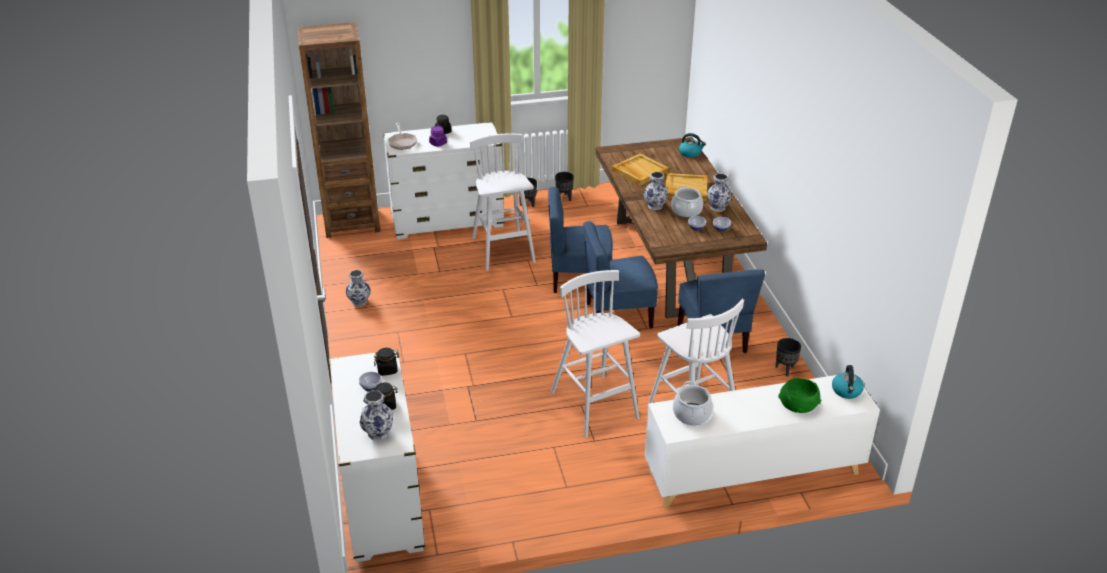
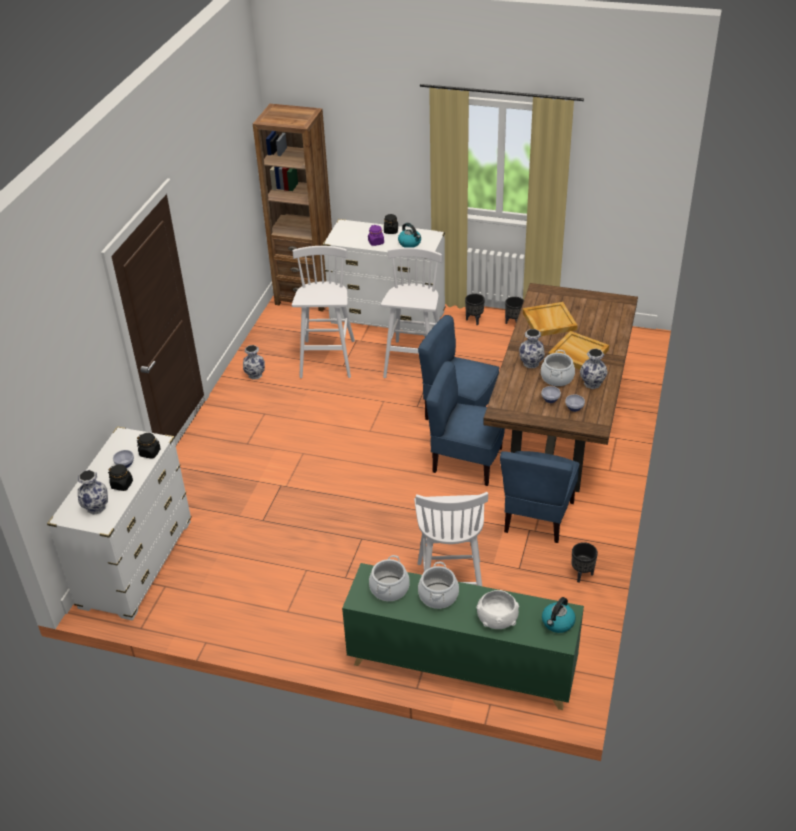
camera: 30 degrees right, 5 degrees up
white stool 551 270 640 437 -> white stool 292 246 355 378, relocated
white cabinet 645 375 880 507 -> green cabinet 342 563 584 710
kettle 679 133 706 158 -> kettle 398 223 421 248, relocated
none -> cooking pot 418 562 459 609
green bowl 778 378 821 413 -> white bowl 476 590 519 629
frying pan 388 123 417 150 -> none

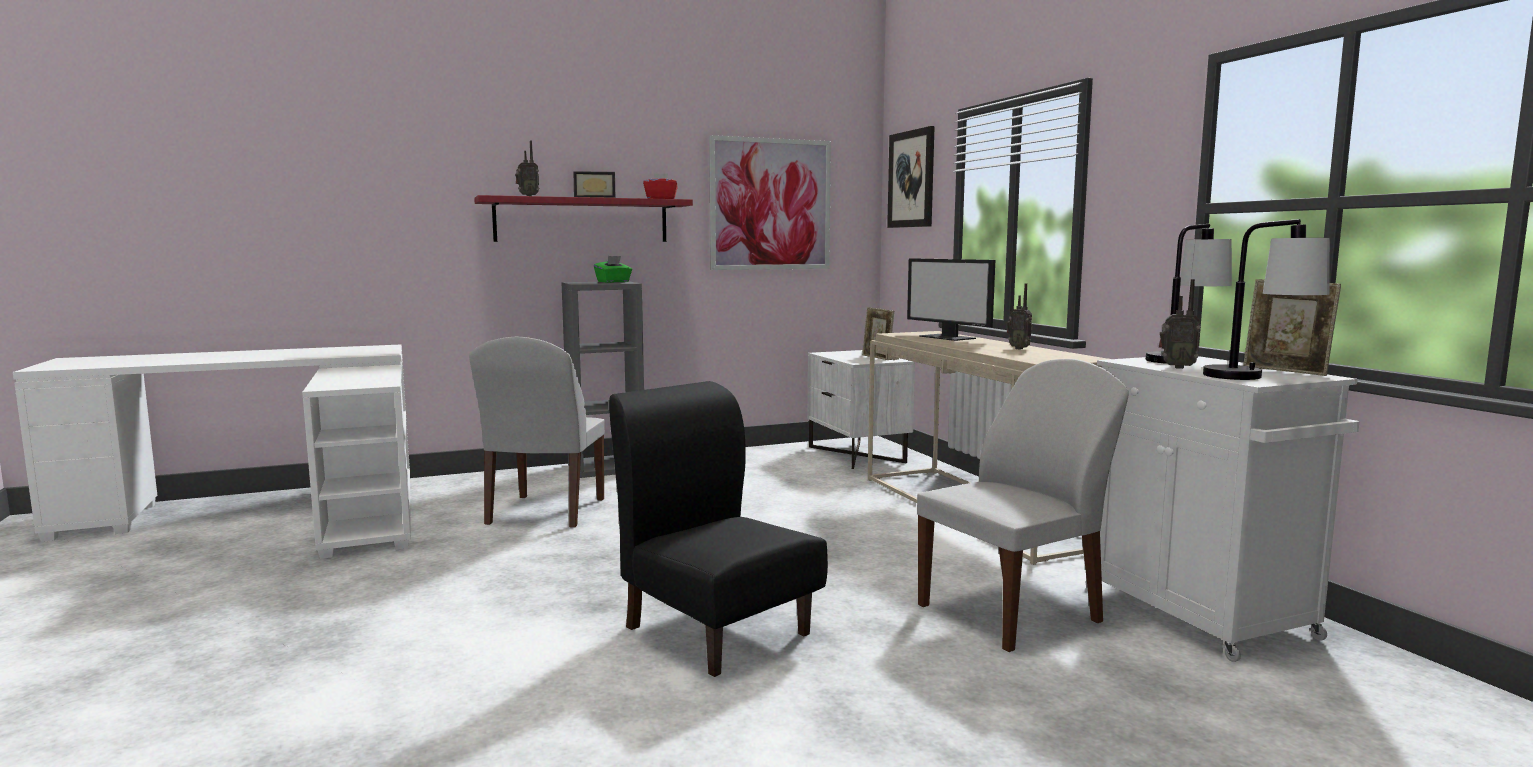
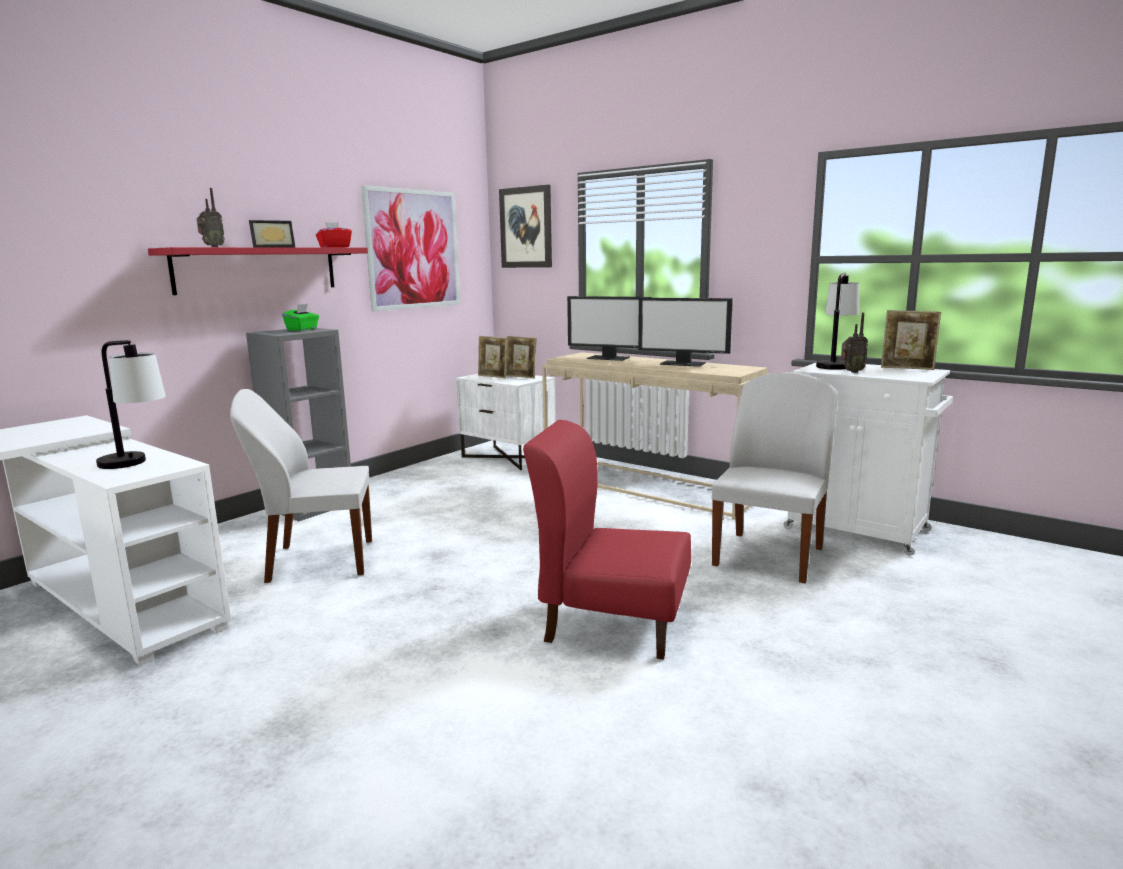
camera: 30 degrees left, 5 degrees up
table lamp 1203 219 1330 380 -> table lamp 96 340 166 469, relocated
white chair 469 337 605 528 -> white chair 230 389 372 583, 105 degrees clockwise
none -> picture frame 478 336 507 378
black chair 609 381 828 677 -> red chair 523 420 691 660
radio 1007 283 1033 350 -> monitor 638 298 733 367

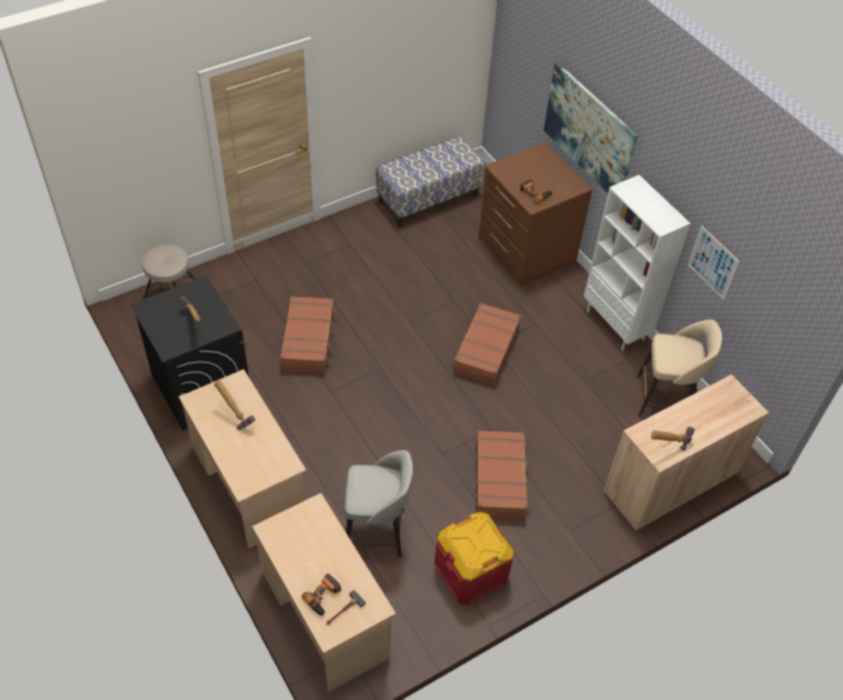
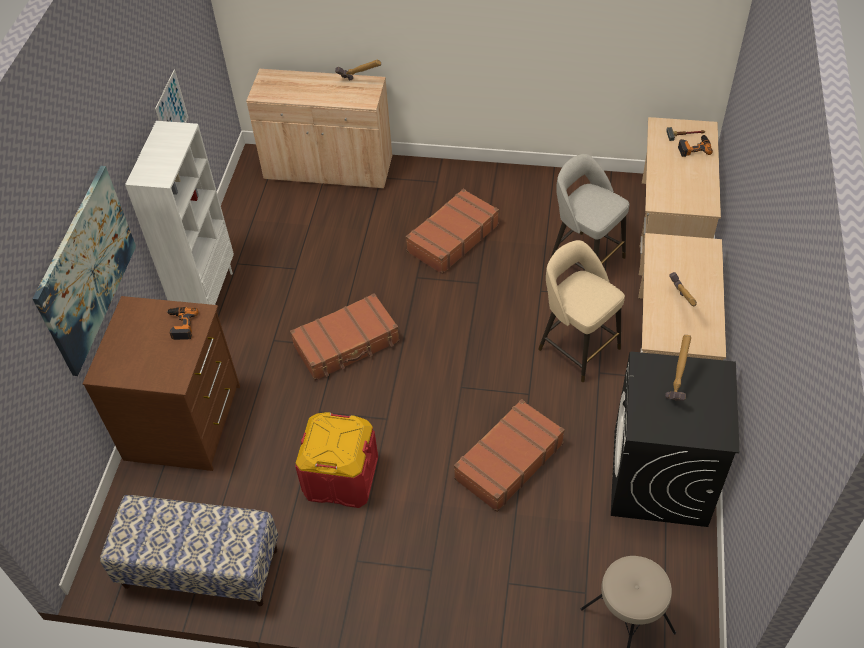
camera: 135 degrees left, 0 degrees up
red storage box 434 512 514 605 -> red storage box 295 412 378 508, relocated
beige stool 637 320 722 417 -> beige stool 538 240 625 382, relocated

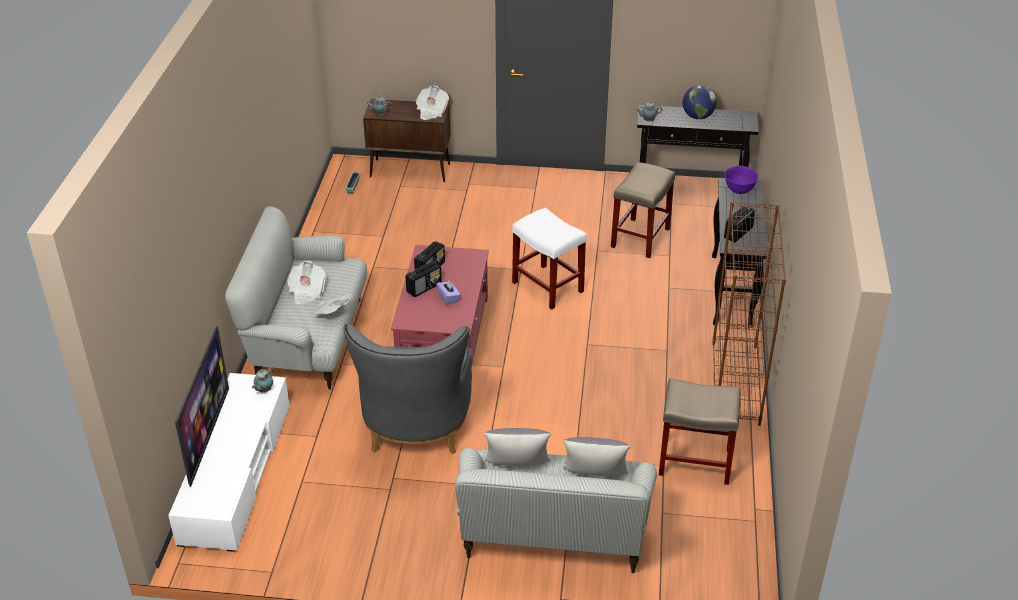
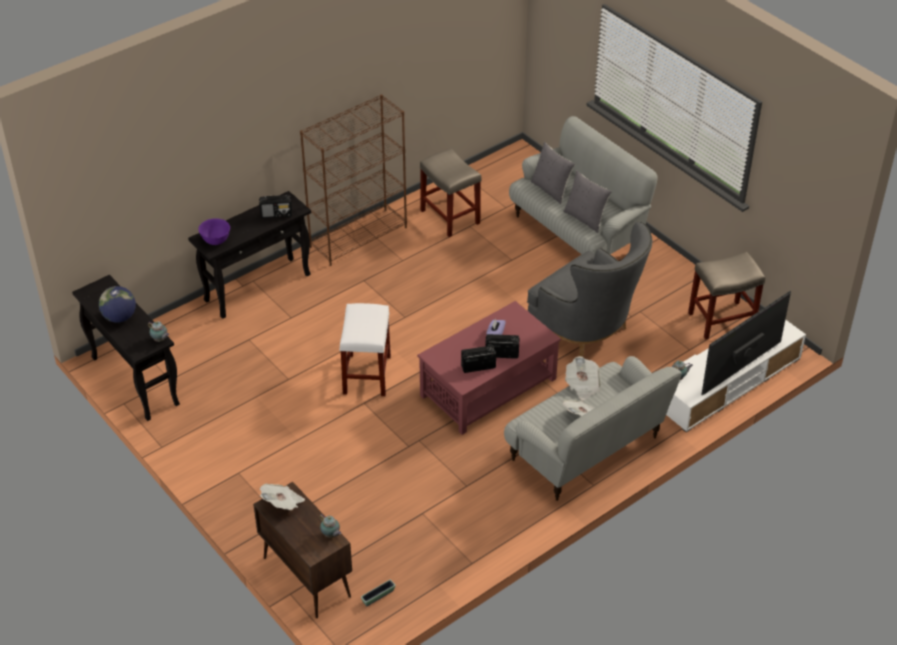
camera: 135 degrees left, 5 degrees up
grey armchair 344 324 472 454 -> grey armchair 527 222 652 357, 90 degrees clockwise
beige stool 611 162 675 258 -> beige stool 688 252 765 339, relocated

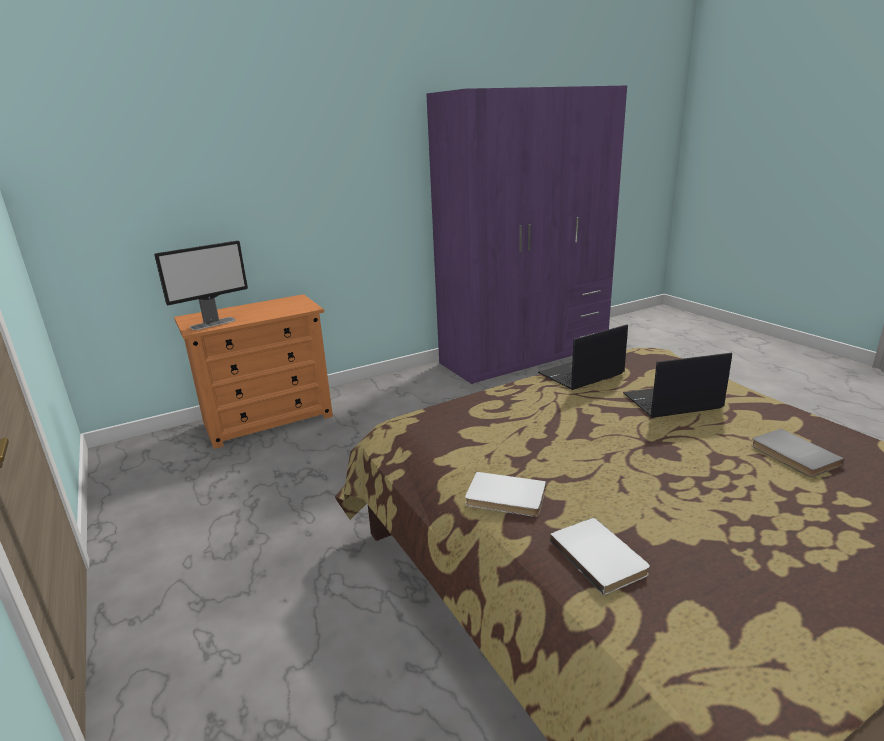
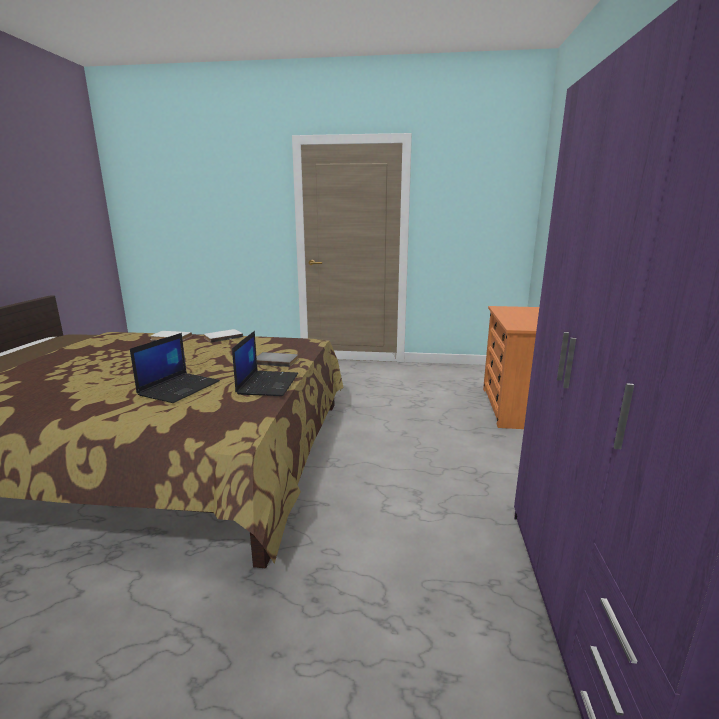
camera: 125 degrees right, 5 degrees down
grey book 751 429 844 477 -> grey book 257 352 298 367, relocated
monitor 154 240 248 330 -> none

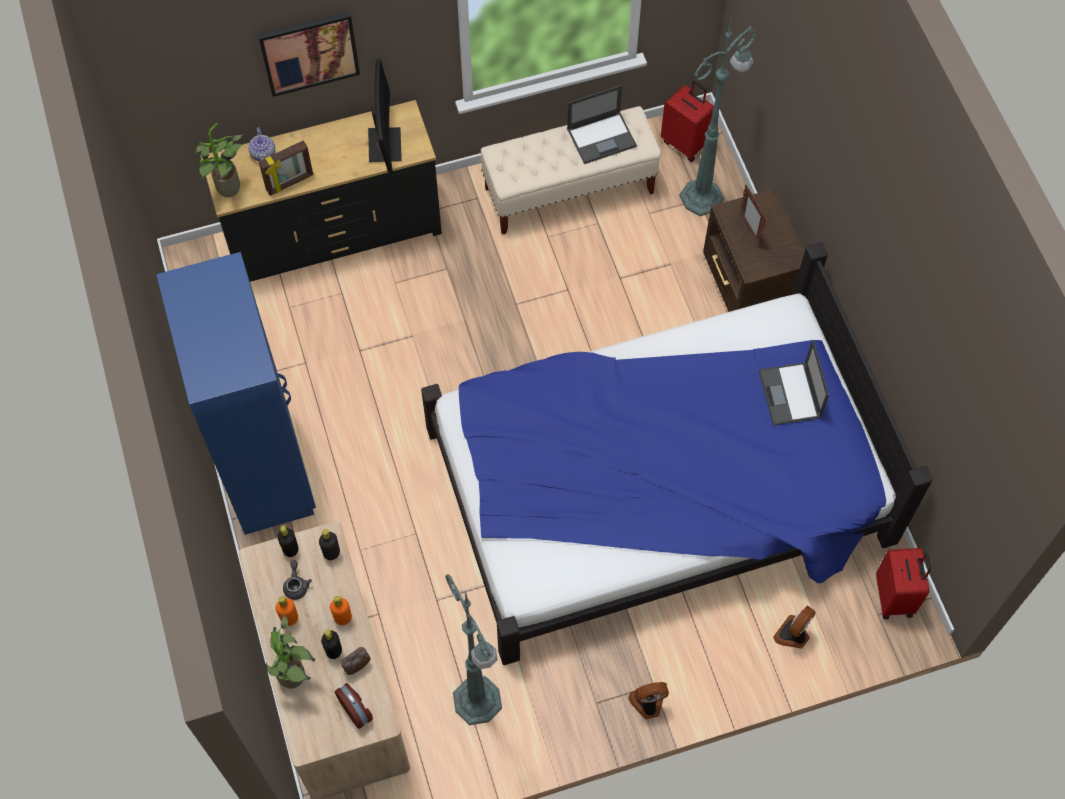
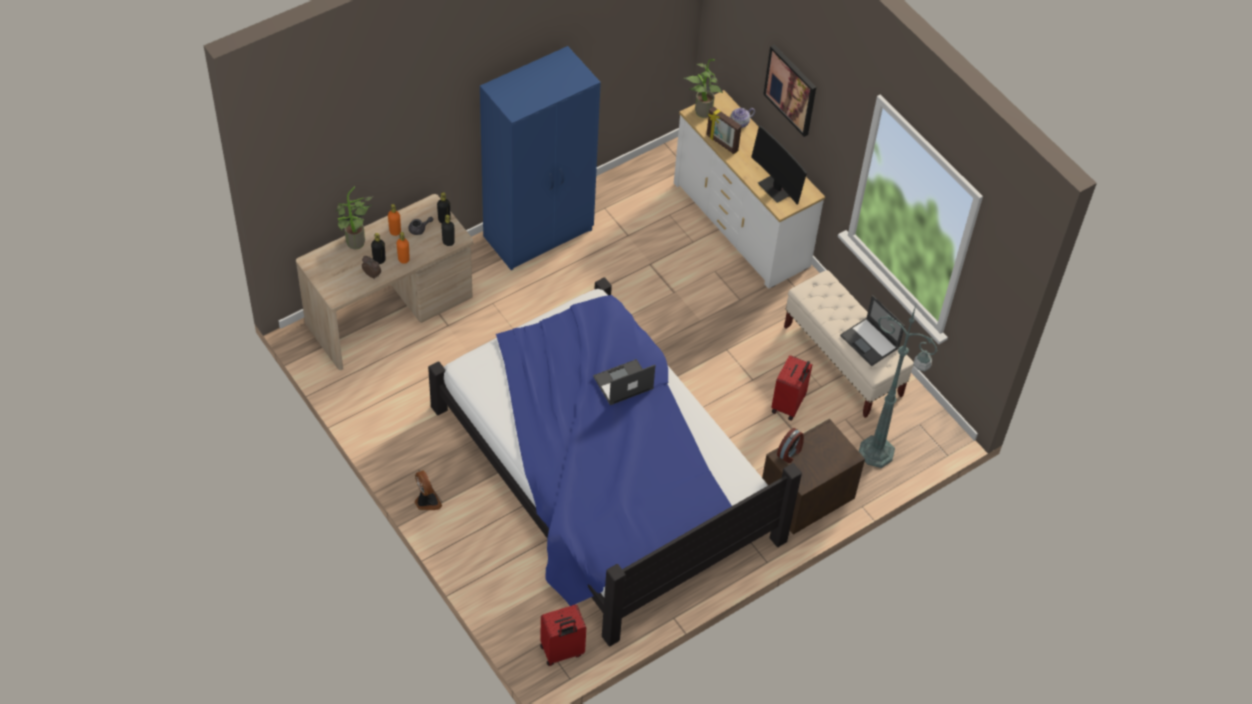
camera: 70 degrees right, 10 degrees down
laptop 759 340 829 426 -> laptop 593 359 655 405, relocated
black dresser 200 100 442 282 -> white dresser 674 90 825 289
monitor 368 58 402 173 -> monitor 751 126 807 205, 75 degrees clockwise
red suitcase 661 80 714 162 -> red suitcase 771 355 813 420, relocated
alarm clock 335 683 373 729 -> alarm clock 777 428 804 463, relocated
green floor lamp 445 574 502 725 -> none
picture frame 740 185 767 247 -> none
fan 773 605 816 649 -> none

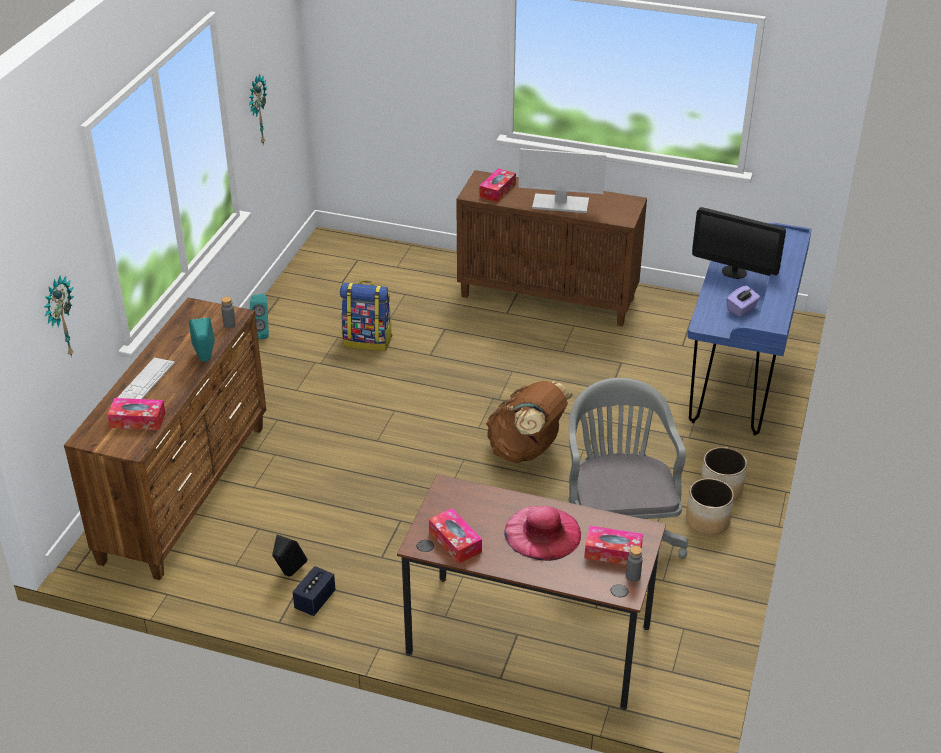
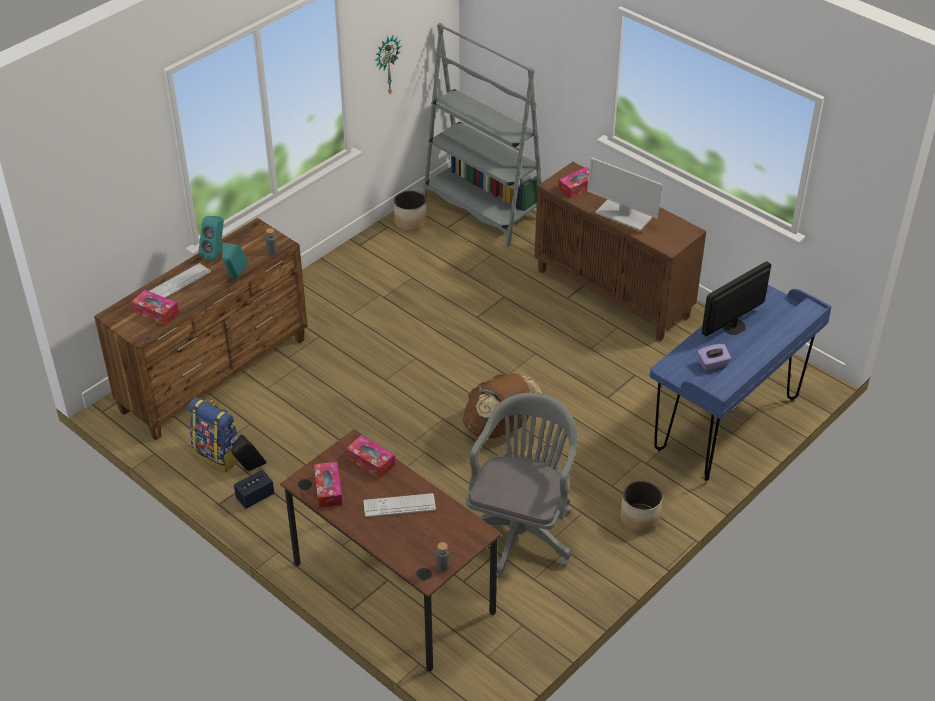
camera: 25 degrees right, 5 degrees up
backpack 340 281 392 351 -> backpack 188 397 239 472, relocated
turquoise speaker 250 294 269 339 -> turquoise speaker 199 216 224 261, relocated
tissue box 584 526 643 565 -> tissue box 346 435 395 479, relocated
pink hat 504 506 581 561 -> keyboard 363 493 436 517
planter 686 478 734 535 -> planter 394 191 427 231, relocated
none -> grey bookcase 423 23 542 247
monitor 692 207 786 279 -> monitor 702 261 771 336, 90 degrees clockwise
wall clock 44 276 74 357 -> none

